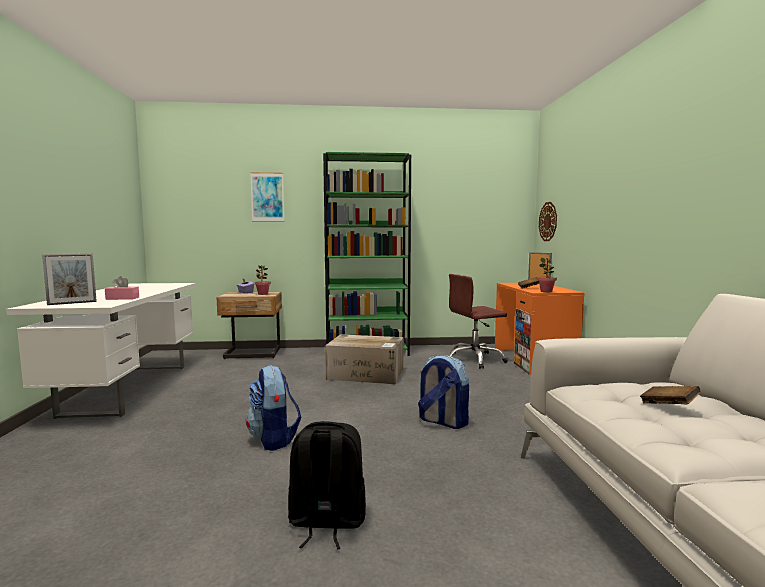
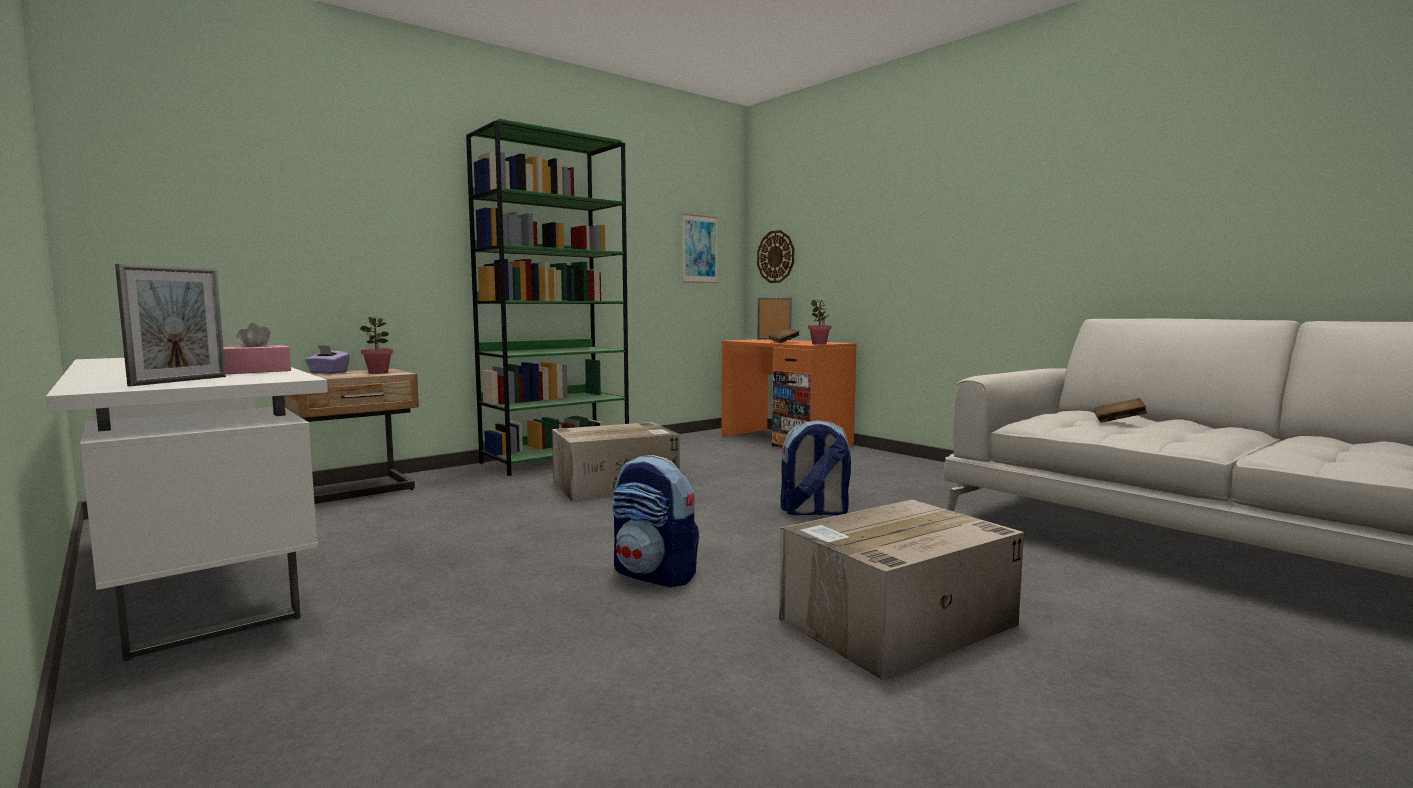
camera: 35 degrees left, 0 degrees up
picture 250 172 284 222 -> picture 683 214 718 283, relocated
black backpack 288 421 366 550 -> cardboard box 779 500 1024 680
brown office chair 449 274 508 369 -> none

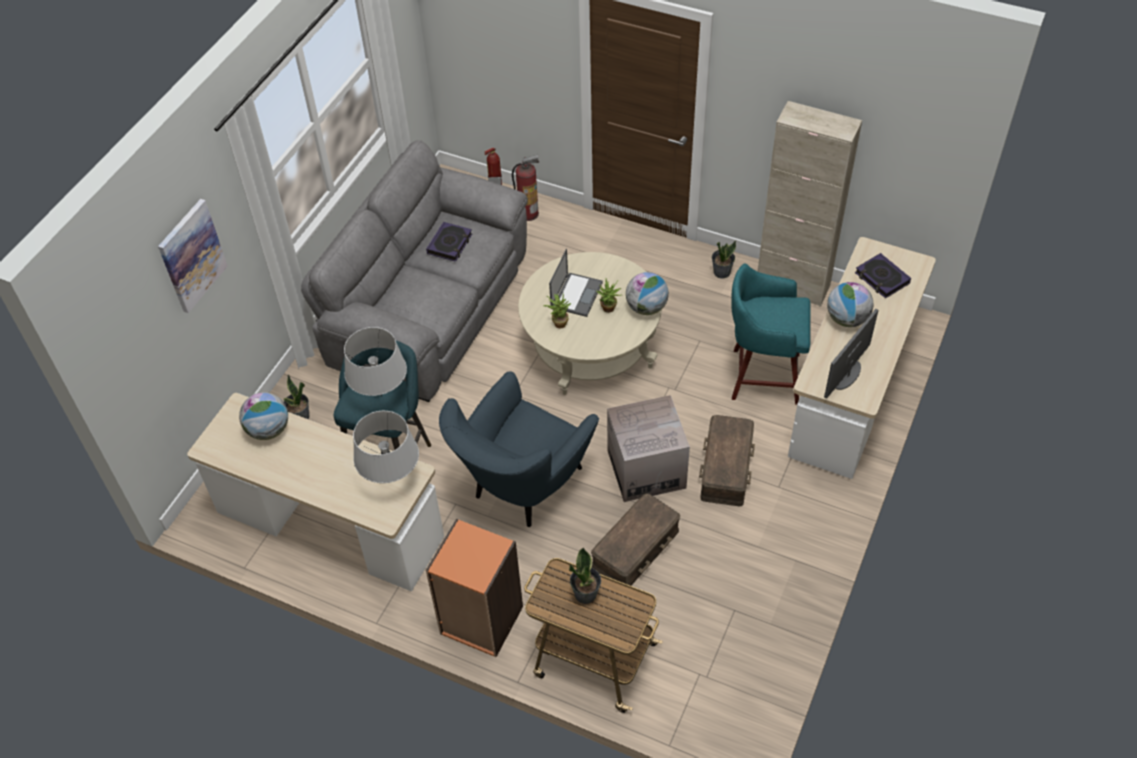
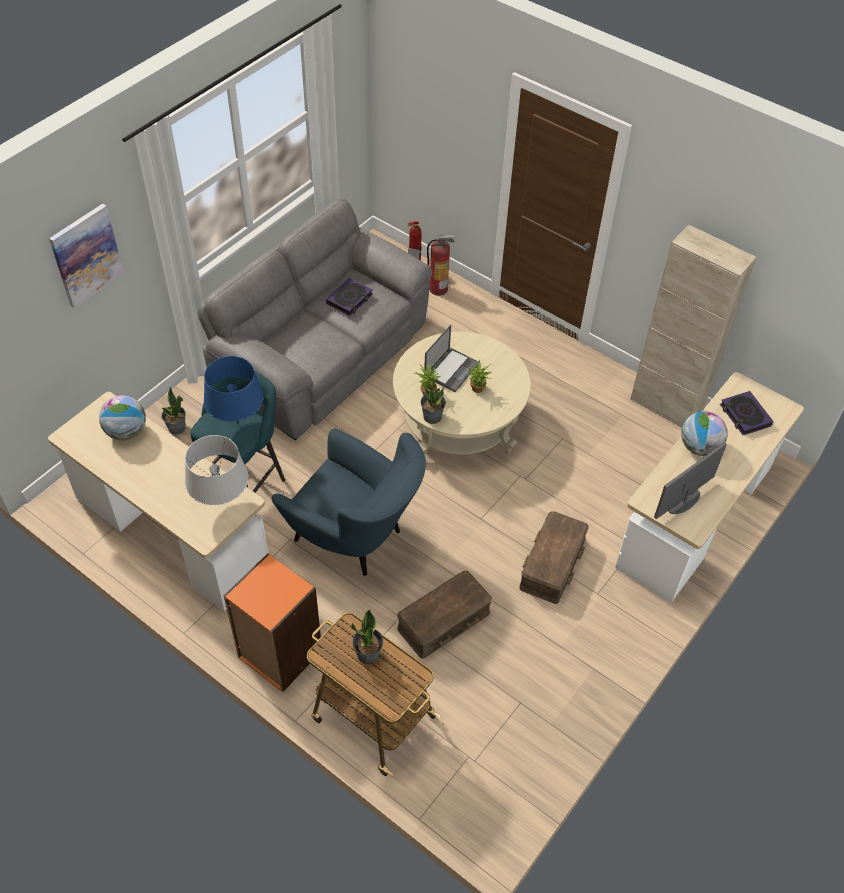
camera: 10 degrees right, 0 degrees up
grey table lamp 344 327 407 397 -> blue table lamp 204 356 263 424
blue armchair 439 371 599 527 -> blue armchair 271 428 426 576, 105 degrees counterclockwise
potted plant 712 241 736 278 -> potted plant 420 385 446 424, relocated
cardboard box 607 395 690 502 -> none
globe 626 272 669 315 -> none
turquoise stool 731 263 811 405 -> none

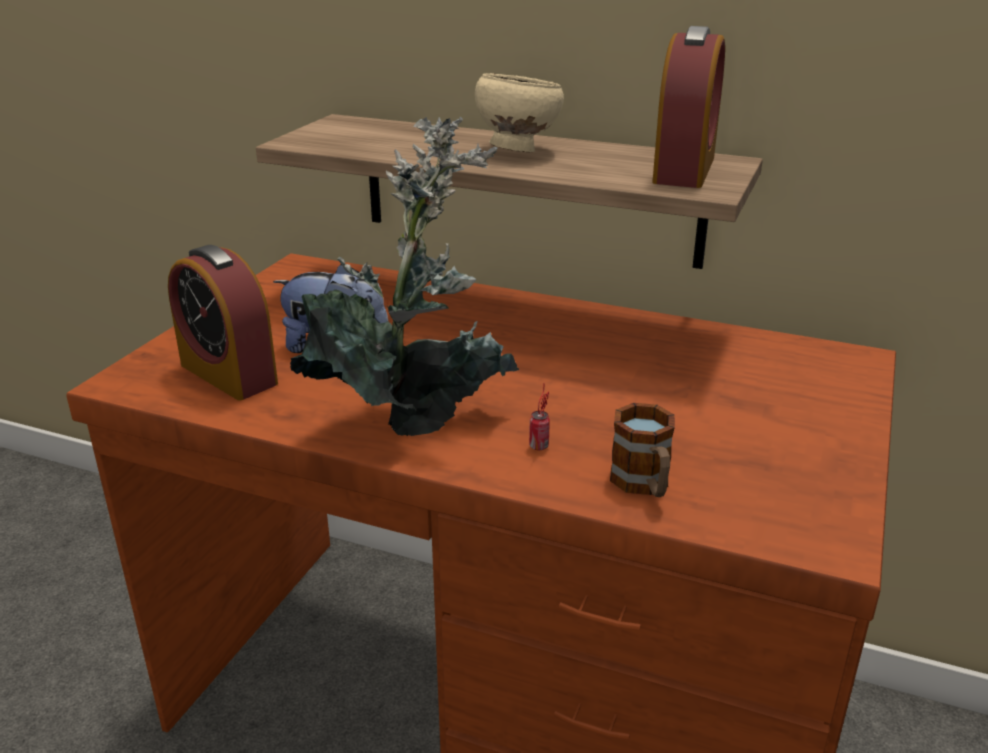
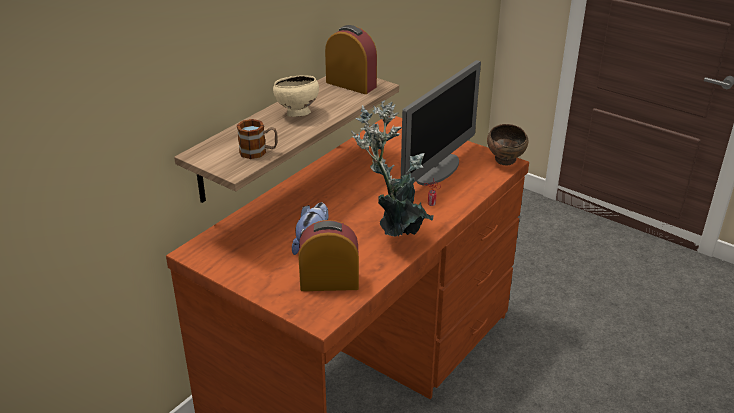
camera: 75 degrees left, 5 degrees up
mug 610 403 675 497 -> mug 237 119 277 159, relocated
alarm clock 168 245 278 401 -> alarm clock 298 220 359 291, 150 degrees counterclockwise
none -> monitor 401 60 481 185
none -> brown bowl 487 124 528 165

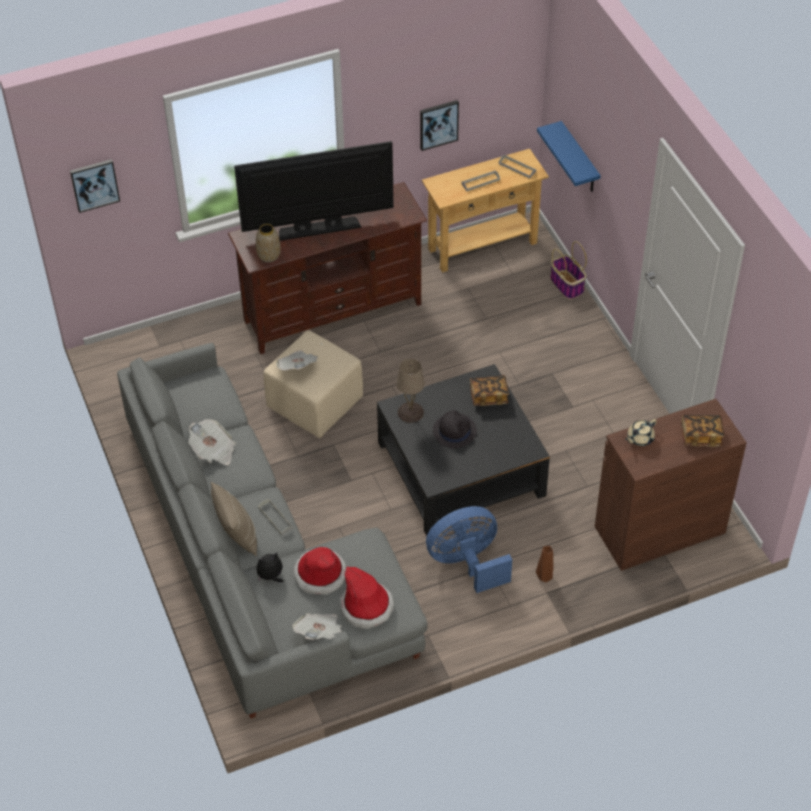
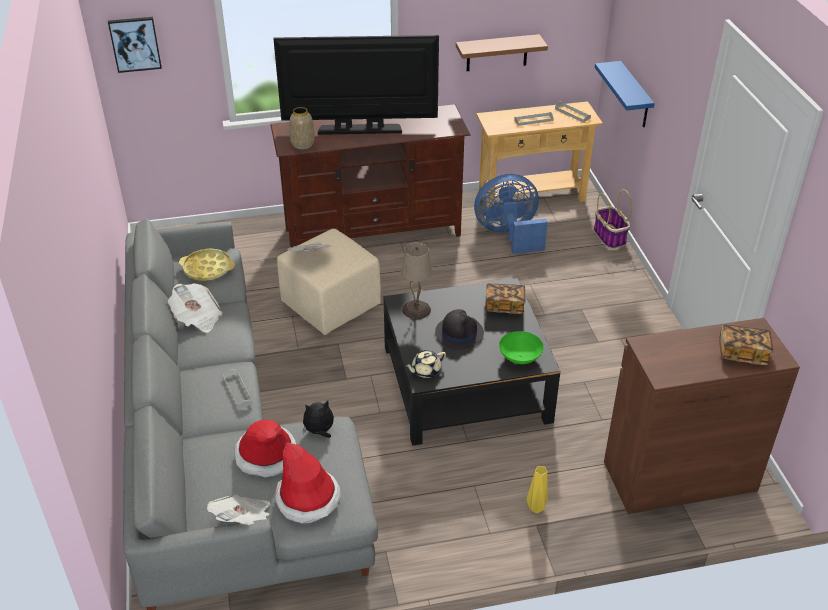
camera: 10 degrees right, 10 degrees down
none -> yellow tray 179 249 235 281
plush toy 256 552 283 582 -> plush toy 302 401 334 438, relocated
beige teapot 625 419 657 446 -> beige teapot 405 350 446 378, relocated
picture 420 100 459 151 -> brown shelf 456 34 548 71
blue fan 426 506 512 593 -> blue fan 474 174 548 254, relocated
none -> green bowl 499 331 544 364
brown vase 536 546 554 582 -> yellow vase 526 466 548 514
beige pillow 211 482 257 556 -> none

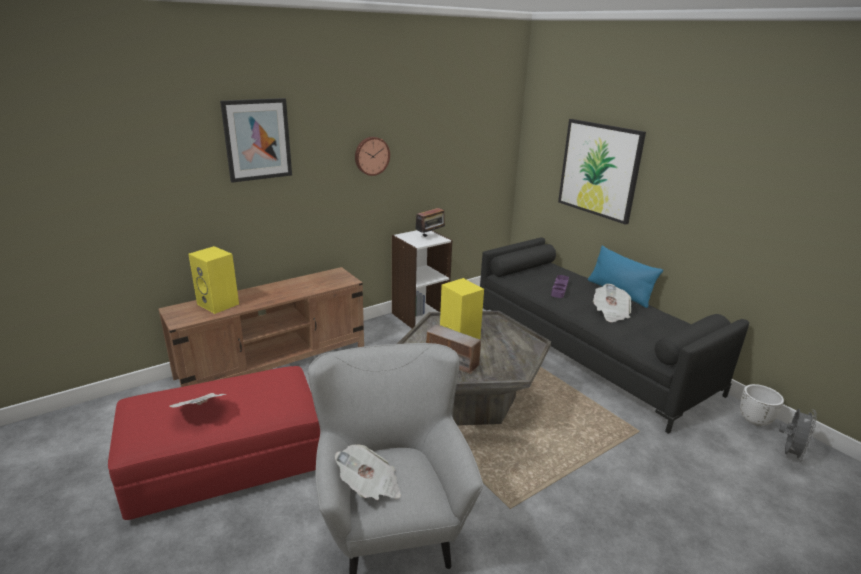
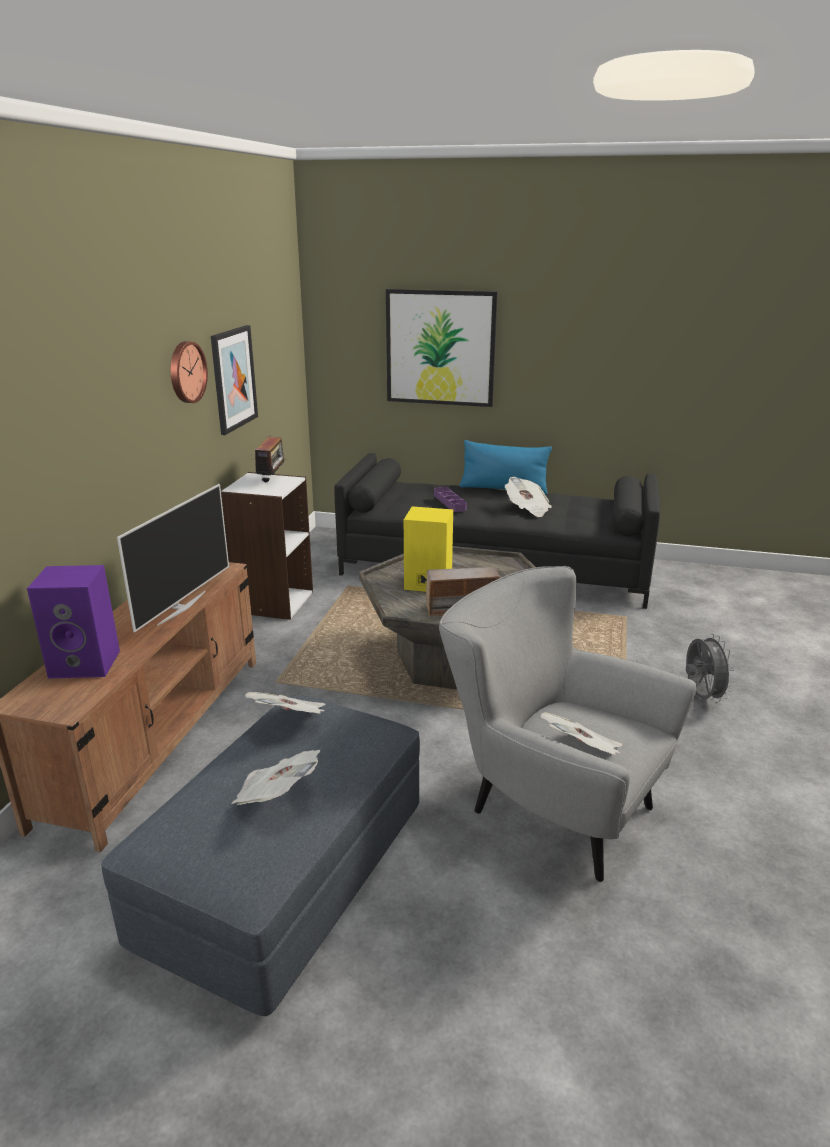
camera: 40 degrees left, 0 degrees up
yellow speaker 189 246 239 314 -> purple speaker 27 565 120 679
red ottoman 108 366 320 520 -> grey ottoman 101 695 420 1016
none -> television 117 484 229 632
picture 220 98 292 183 -> picture 211 325 258 435, relocated
none -> newspaper 245 692 325 714
grey fan 779 409 817 462 -> grey fan 686 633 734 703, relocated
white planter 740 384 784 426 -> none

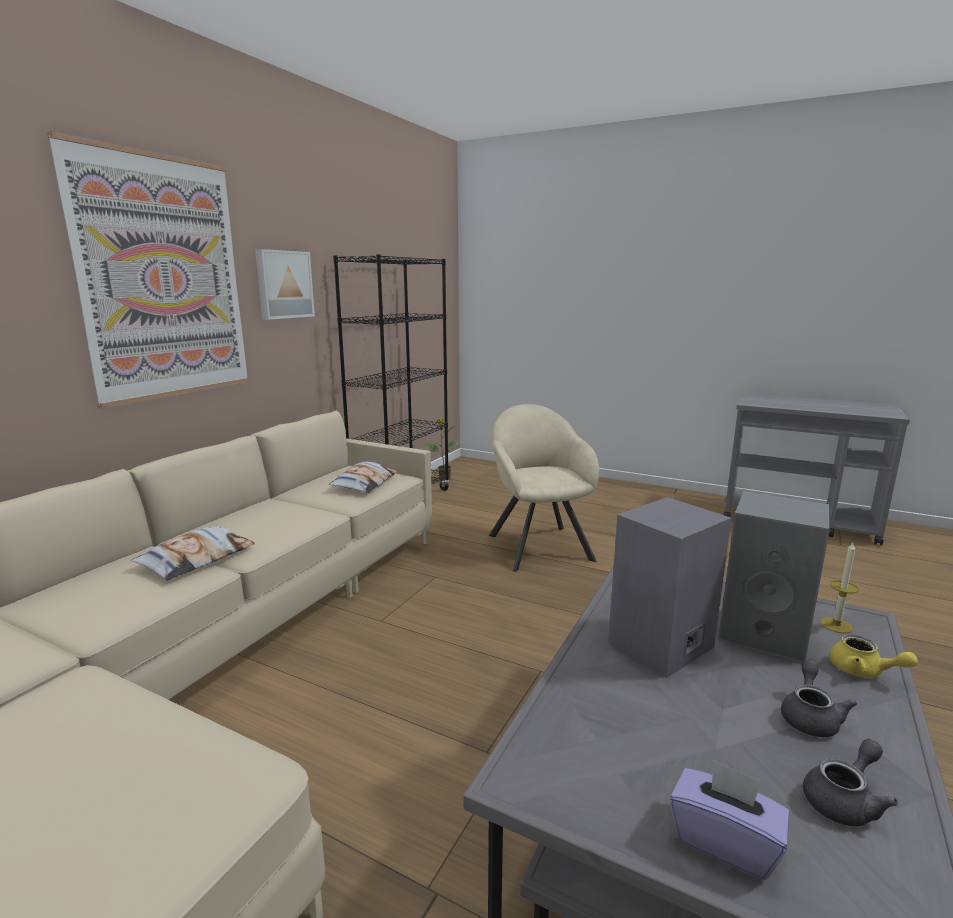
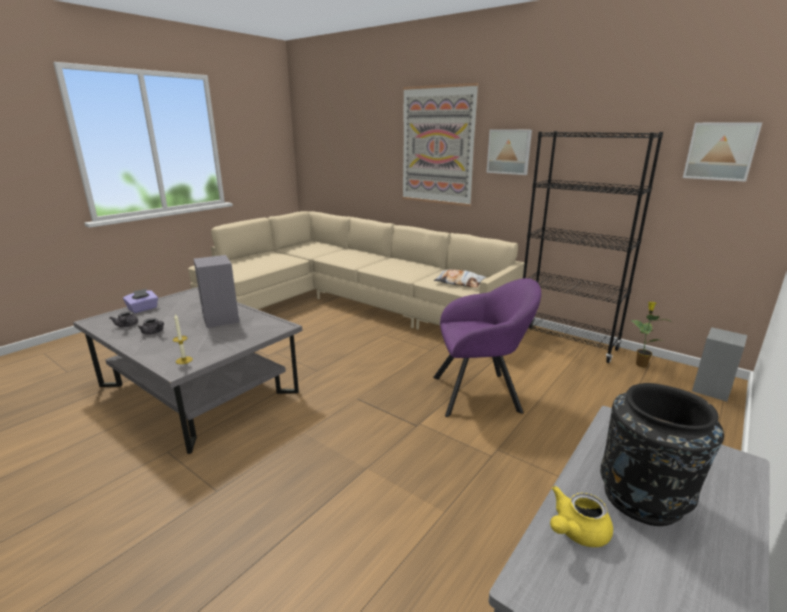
camera: 100 degrees right, 5 degrees up
beige armchair 489 404 599 571 -> purple armchair 433 278 541 417
yellow teapot 829 634 918 678 -> yellow teapot 550 486 613 547, relocated
none -> black vase 600 383 724 526
none -> picture 683 122 762 182
grey speaker 718 491 830 663 -> grey speaker 692 327 747 402, relocated
pillow 130 526 255 581 -> none

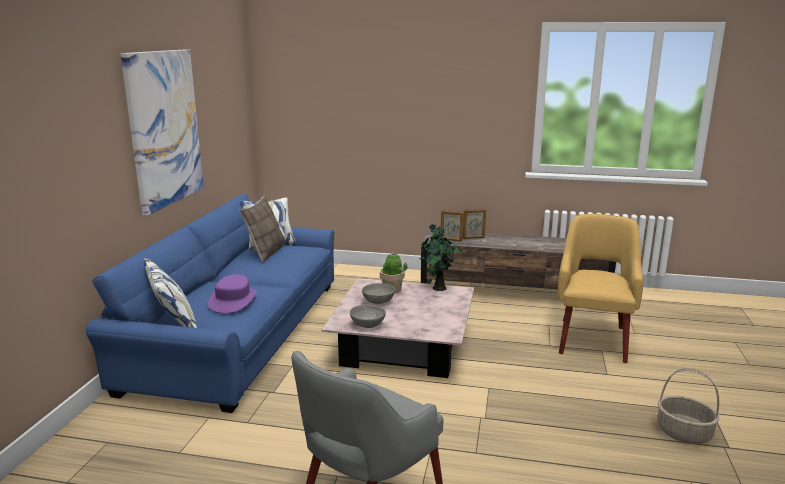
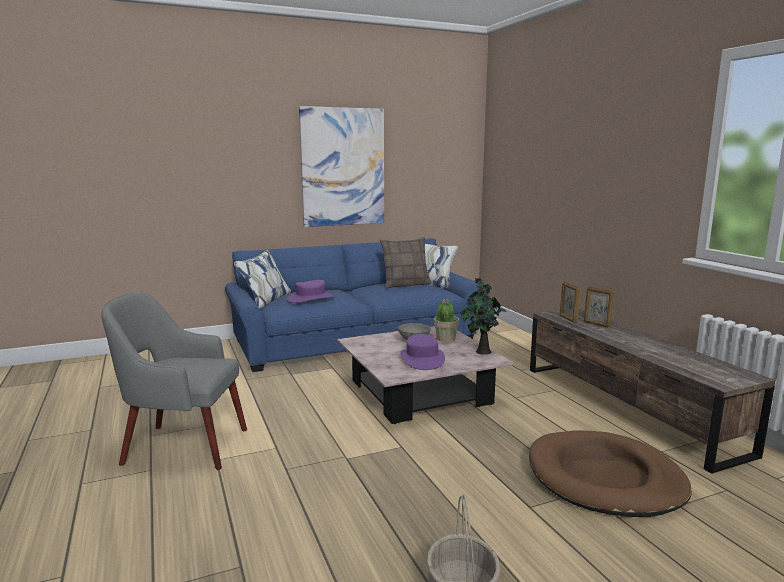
camera: 55 degrees right, 5 degrees down
none -> purple hat 400 334 445 370
yellow armchair 558 214 643 363 -> brown dog bed 529 431 692 517
grey bowl 350 305 386 328 -> none

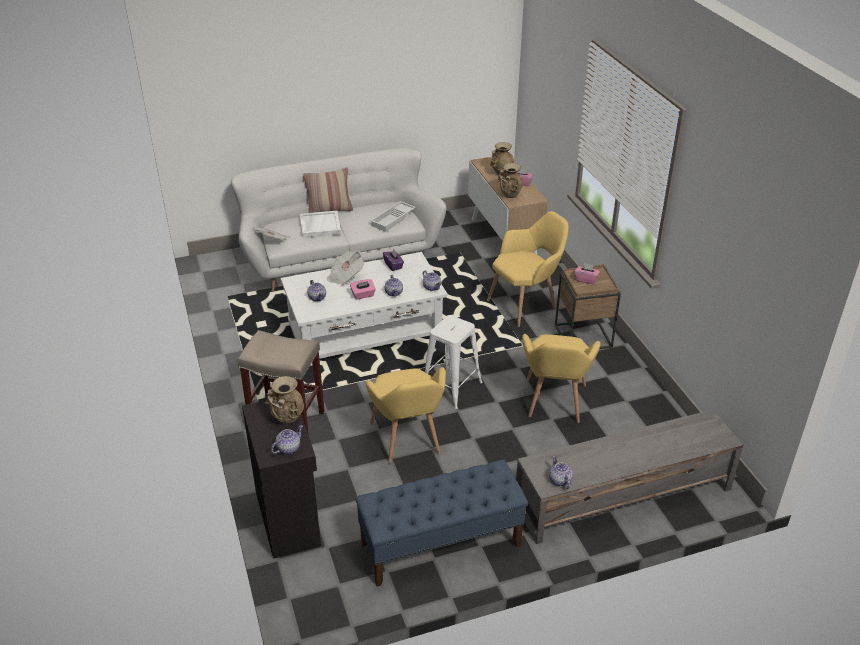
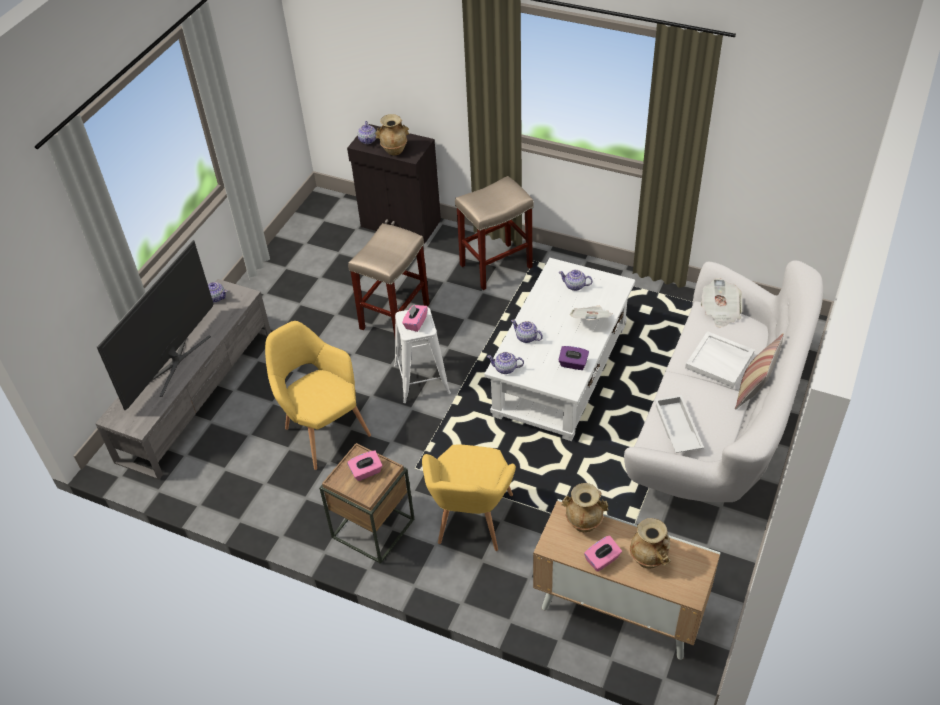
camera: 135 degrees right, 10 degrees up
none -> television 97 240 214 410
yellow armchair 365 367 446 464 -> beige stool 348 223 430 336
pink tissue box 350 279 376 300 -> pink tissue box 402 304 428 332, relocated
blue bench 355 459 528 587 -> none

